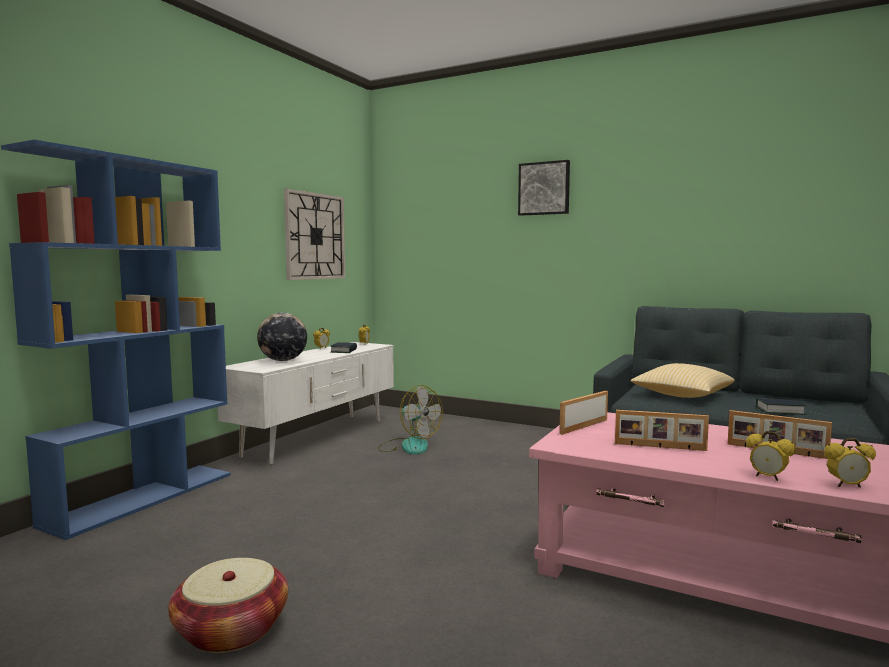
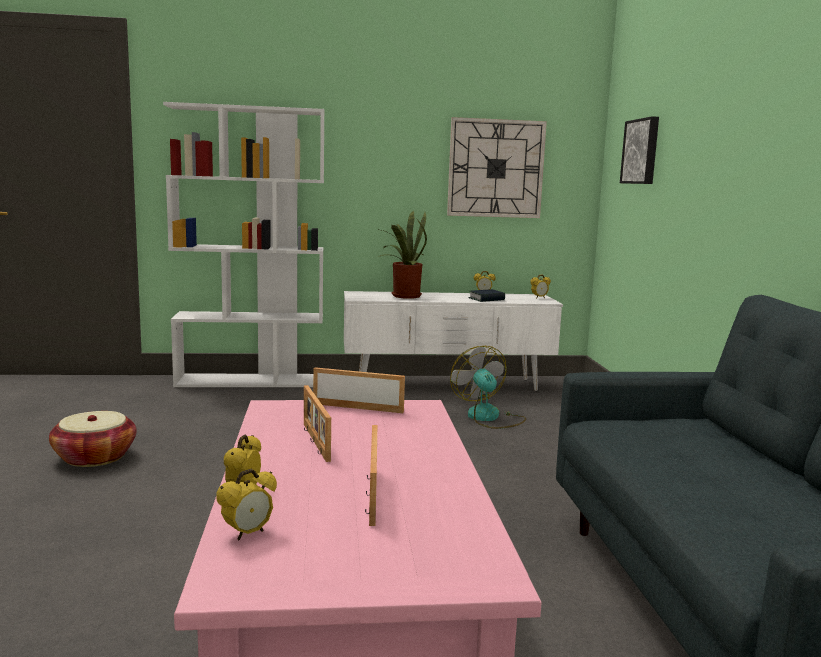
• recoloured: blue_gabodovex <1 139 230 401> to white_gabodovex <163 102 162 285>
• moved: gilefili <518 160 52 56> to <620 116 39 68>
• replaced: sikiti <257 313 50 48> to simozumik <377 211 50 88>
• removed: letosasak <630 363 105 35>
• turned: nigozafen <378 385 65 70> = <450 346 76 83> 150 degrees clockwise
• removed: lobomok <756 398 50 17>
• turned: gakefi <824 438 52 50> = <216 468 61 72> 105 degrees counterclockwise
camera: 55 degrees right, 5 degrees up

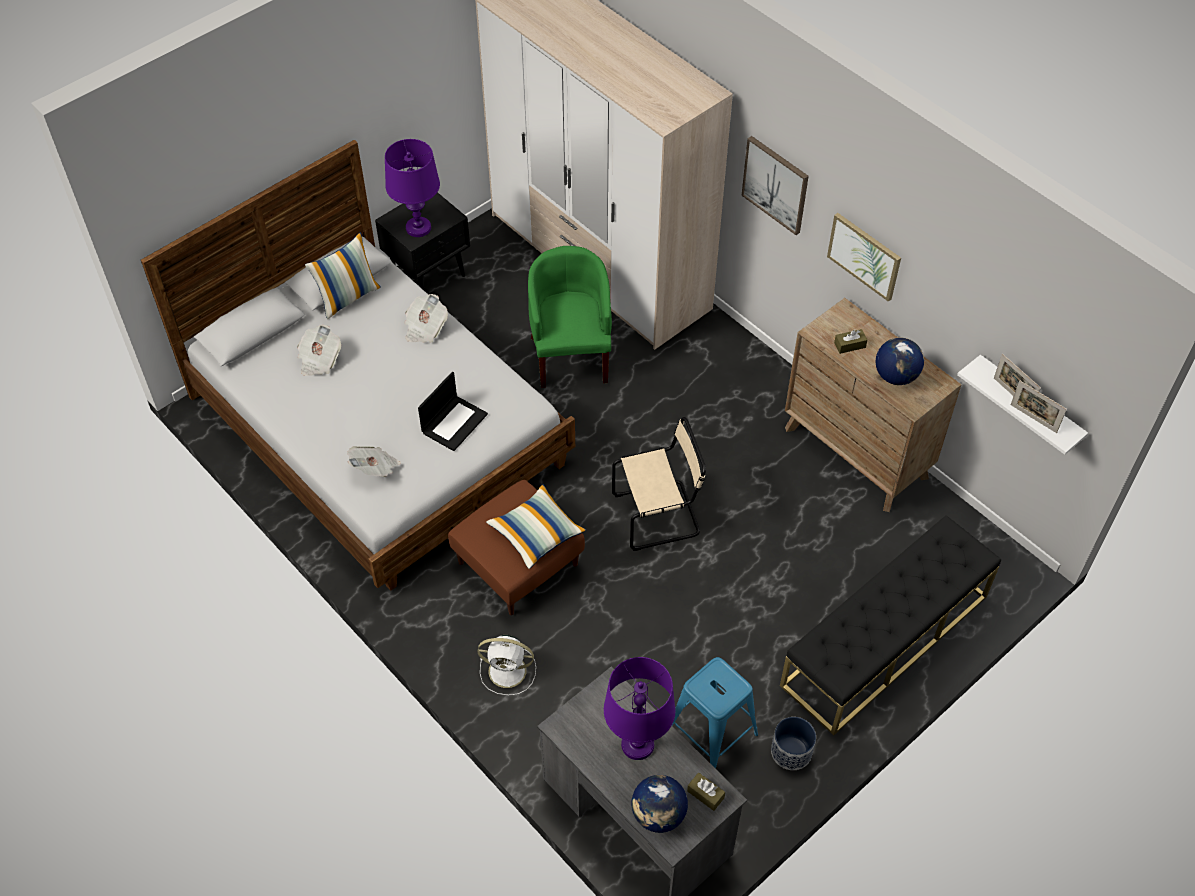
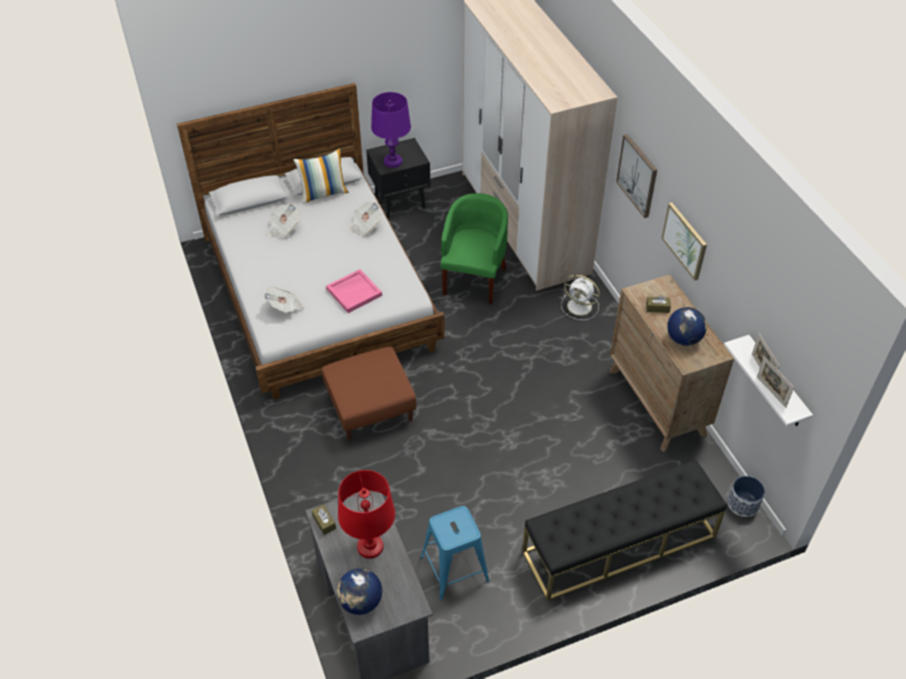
• replaced: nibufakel <418 372 70 79> to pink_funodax <326 269 56 44>
• removed: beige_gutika <612 417 94 134>
• removed: letosasak <486 485 100 84>
• moved: white_nigozafen <478 635 58 61> to <561 275 39 45>
• recoloured: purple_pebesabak <604 657 72 103> to red_pebesabak <338 470 57 89>
• moved: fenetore <771 717 45 53> to <728 476 37 41>
• moved: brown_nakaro <687 773 38 38> to <312 504 24 31>
camera: 20 degrees right, 5 degrees down

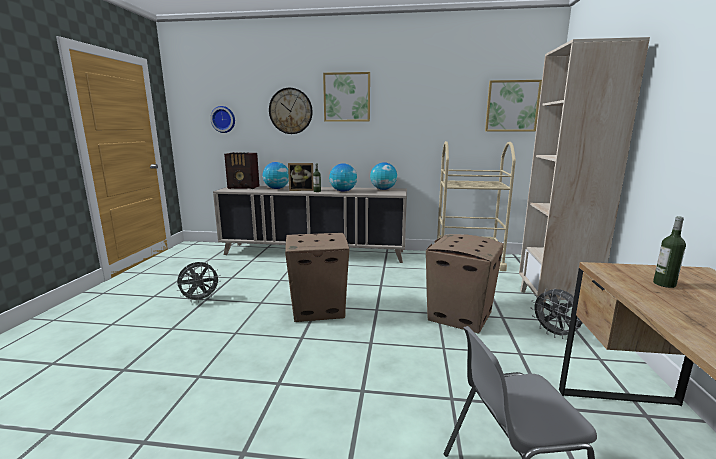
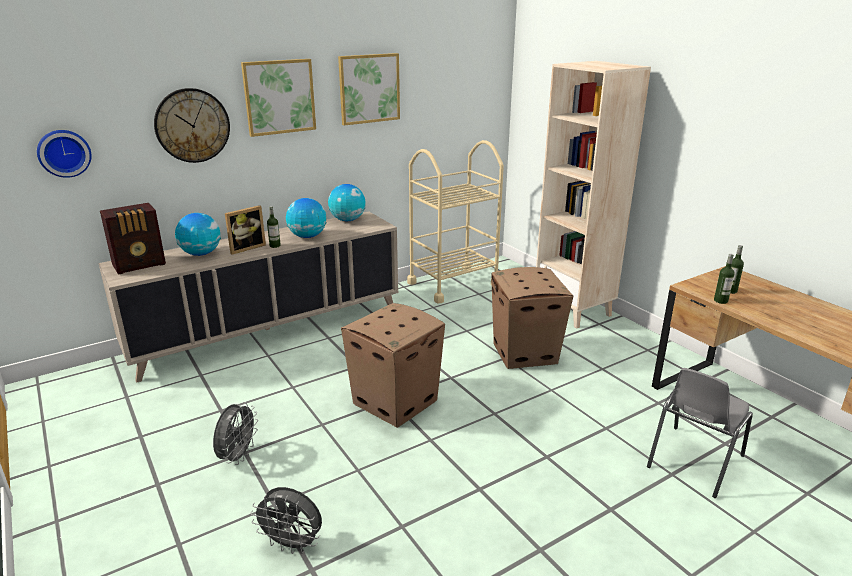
• moved: gilefili <485 80 57 51> to <338 53 62 73>
• moved: grey_nigozafen <531 288 52 51> to <250 487 72 67>
• added: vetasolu <714 254 21 50>
camera: 40 degrees left, 10 degrees up

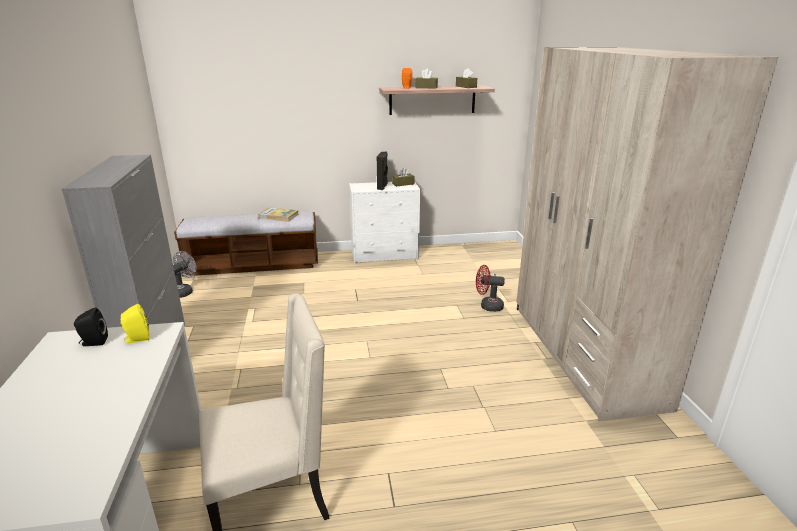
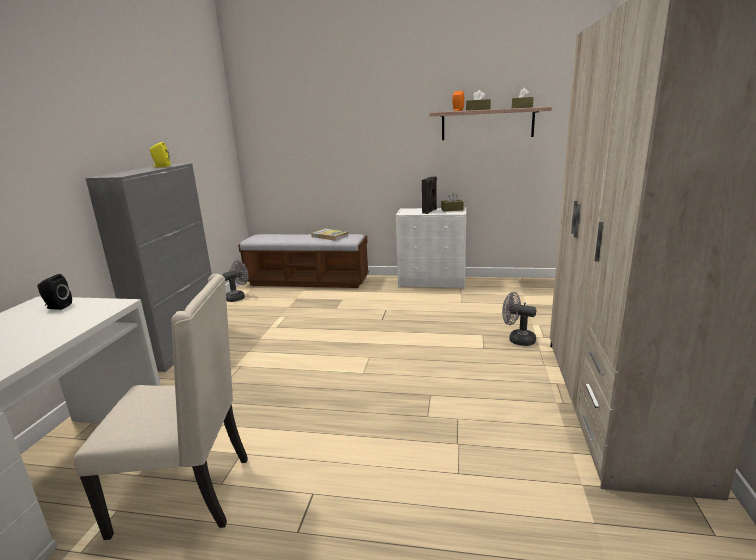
• recoloured: red_nigozafen <476 265 29 47> to grey_nigozafen <502 292 34 54>
• moved: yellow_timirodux <121 304 29 39> to <150 142 20 25>
camera: 20 degrees right, 5 degrees down

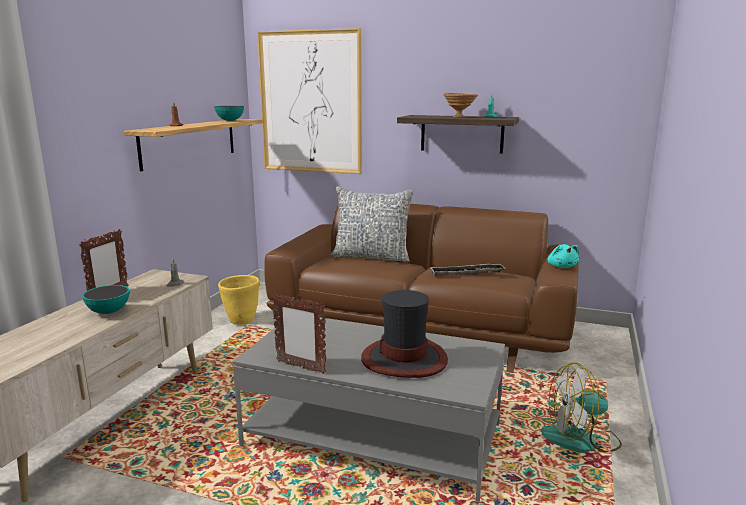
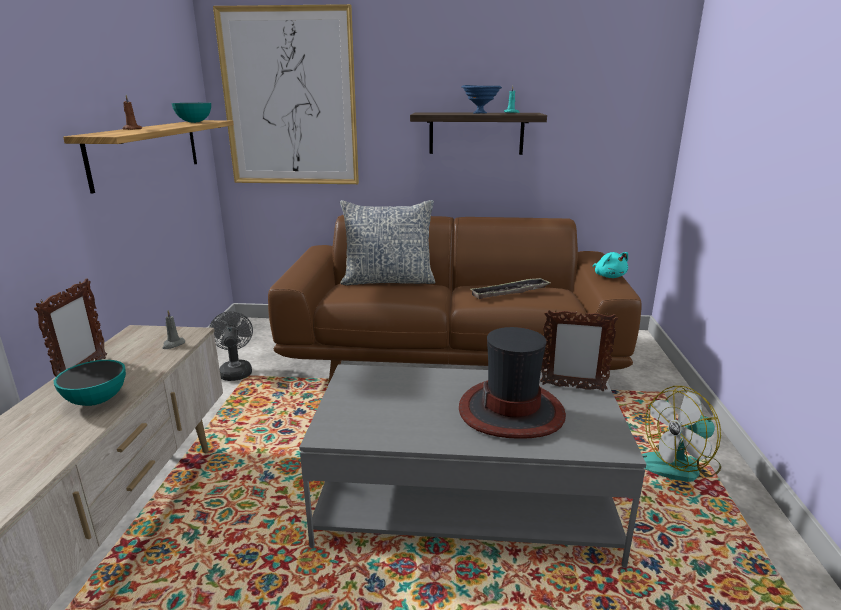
• recoloured: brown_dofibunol <443 93 35 24> to blue_dofibunol <461 85 41 28>
• replaced: yellow_fenetore <218 275 41 50> to grey_nigozafen <209 311 44 70>
• moved: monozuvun <272 294 55 80> to <540 310 78 81>
camera: 15 degrees left, 5 degrees up

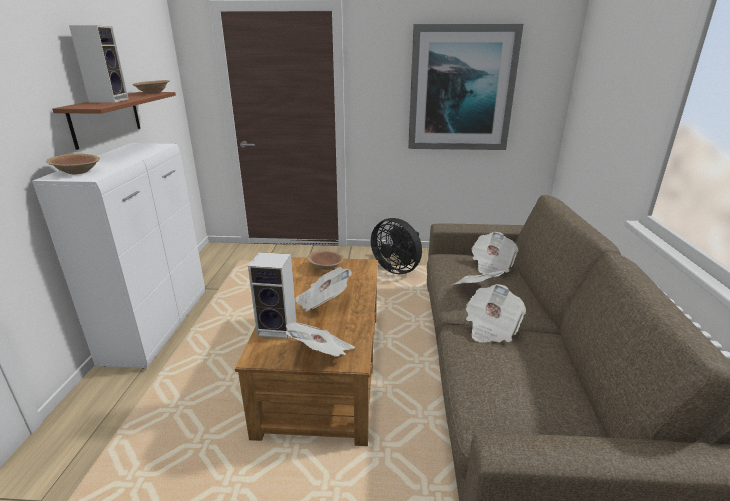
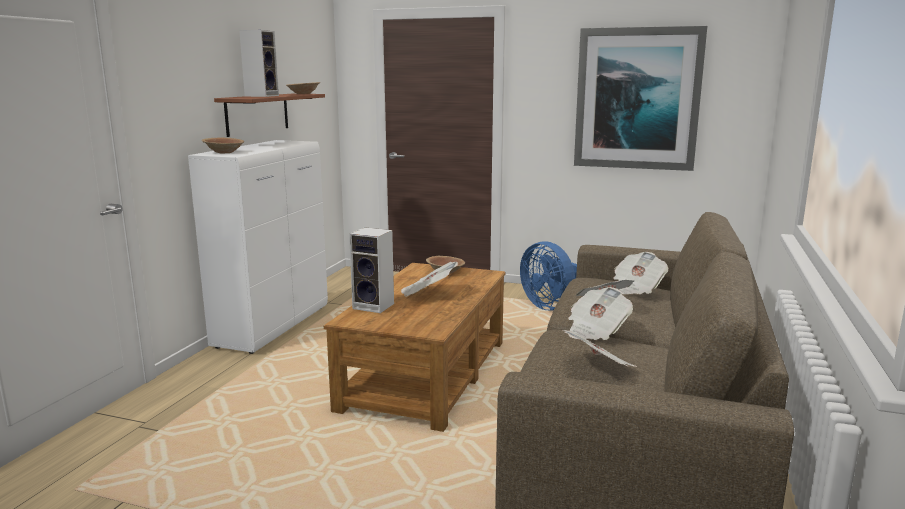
• recoloured: black_nigozafen <371 218 51 56> to blue_nigozafen <520 241 57 70>
• moved: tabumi <285 322 70 35> to <563 330 74 37>
camera: 15 degrees right, 10 degrees down

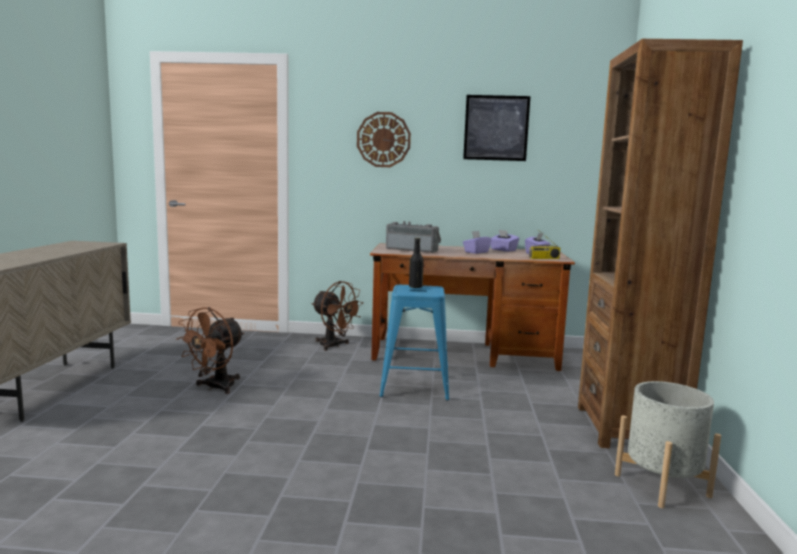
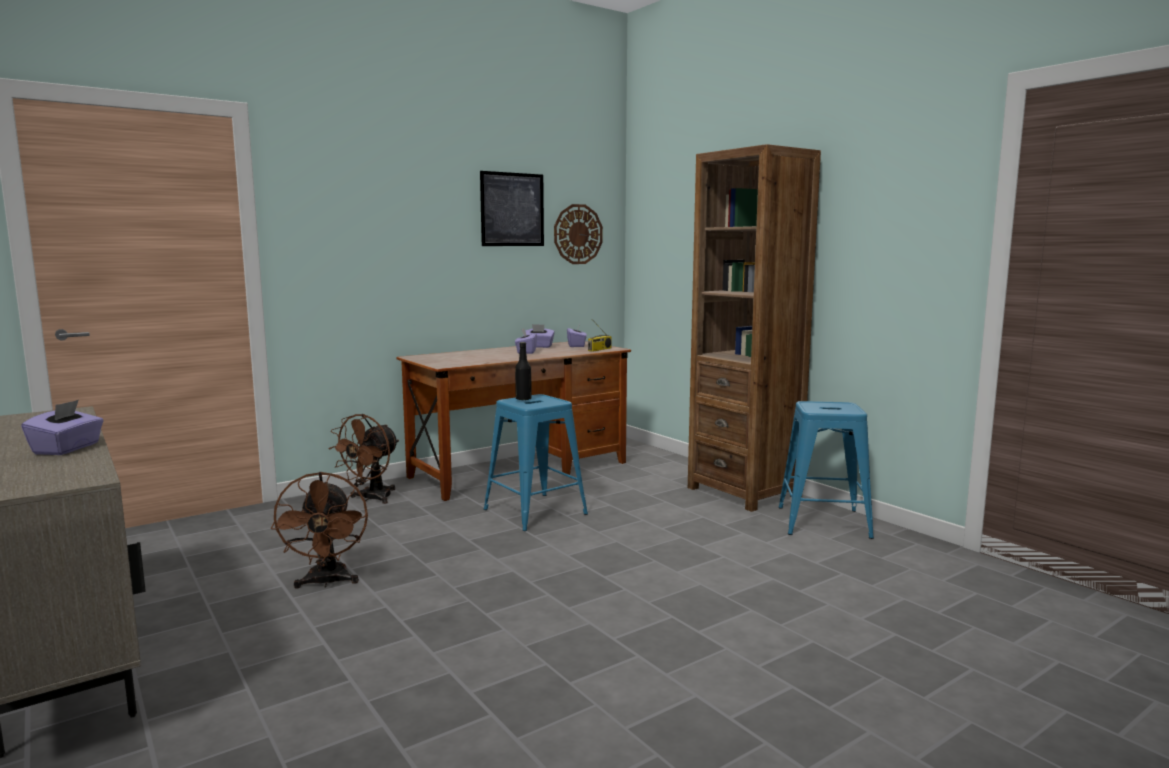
• moved: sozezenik <357 112 54 55> to <554 204 49 60>
• removed: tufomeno <386 221 55 32>
• turned: brown_nigozafen <312 281 51 70> = <328 414 71 90> 120 degrees clockwise
• replaced: grey_fenetore <615 381 106 127> to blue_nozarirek <778 401 96 138>
• added: purple_nakaro <21 400 83 55>
camera: 40 degrees left, 0 degrees up

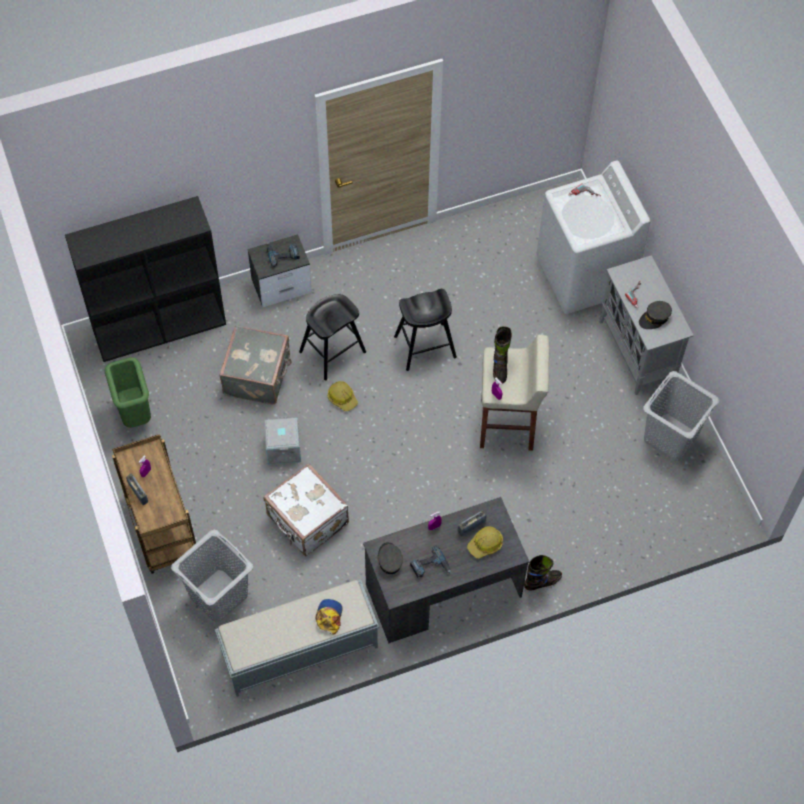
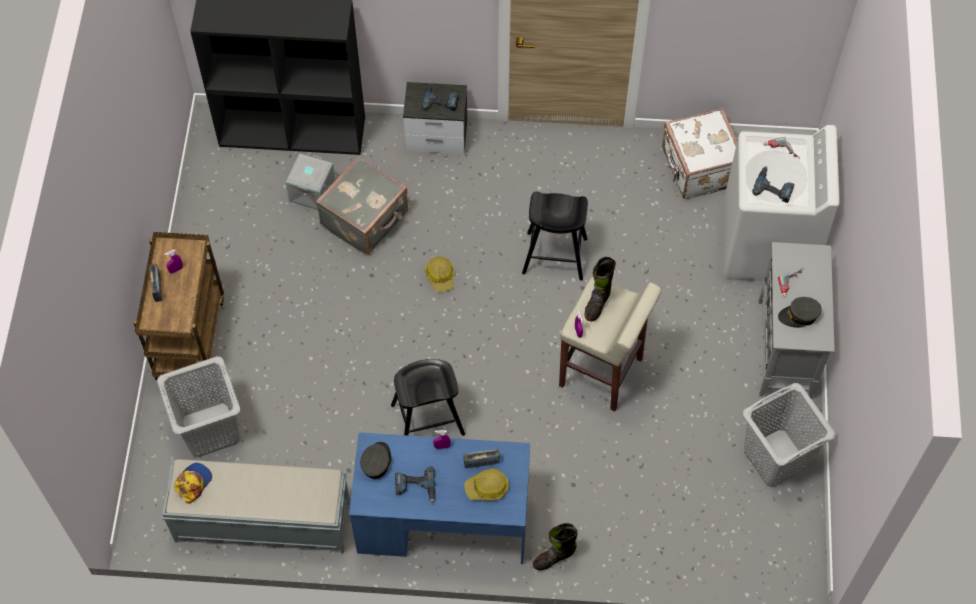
• moved: black_nozarirek <299 294 67 86> to <391 359 74 77>
• removed: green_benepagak <105 357 46 71>
• moved: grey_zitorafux <264 416 37 49> to <285 153 51 57>
• moved: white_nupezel <264 463 85 93> to <662 108 75 91>
• recoloured: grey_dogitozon <363 497 166 146> to blue_dogitozon <349 432 181 132>
• turned: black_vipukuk <524 555 38 35> = <533 523 44 47> 150 degrees clockwise
• moved: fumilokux <315 599 28 36> to <174 463 38 41>
• added: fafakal <752 166 43 37>
camera: 25 degrees right, 0 degrees up

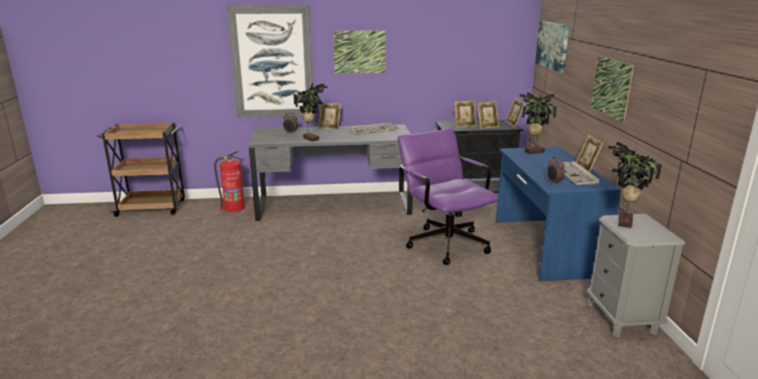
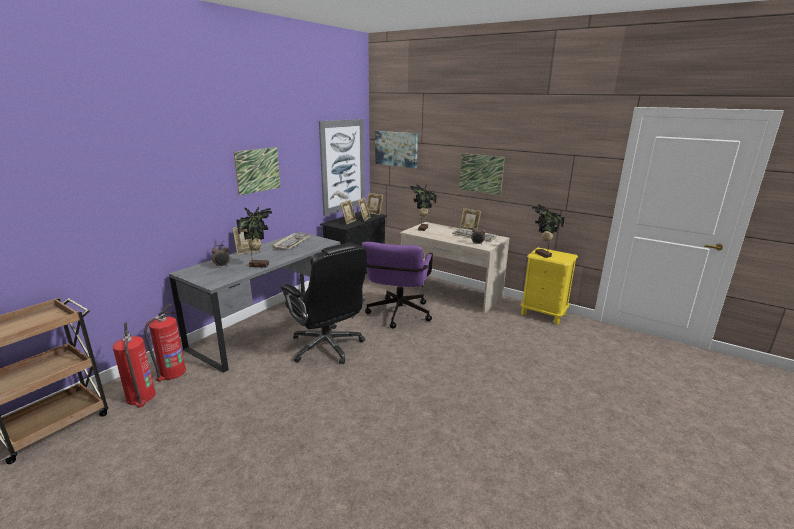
• moved: gilefili <227 5 86 113> to <319 119 46 97>
• turned: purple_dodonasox <398 128 102 137> = <362 242 71 86> 90 degrees counterclockwise
• recoloured: blue_dogitozon <496 147 126 134> to beige_dogitozon <400 222 109 92>
• recoloured: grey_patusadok <587 214 98 124> to yellow_patusadok <520 247 58 78>
• added: black_dodonasox <281 243 86 121>
• added: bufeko <113 322 43 86>
camera: 50 degrees left, 0 degrees up

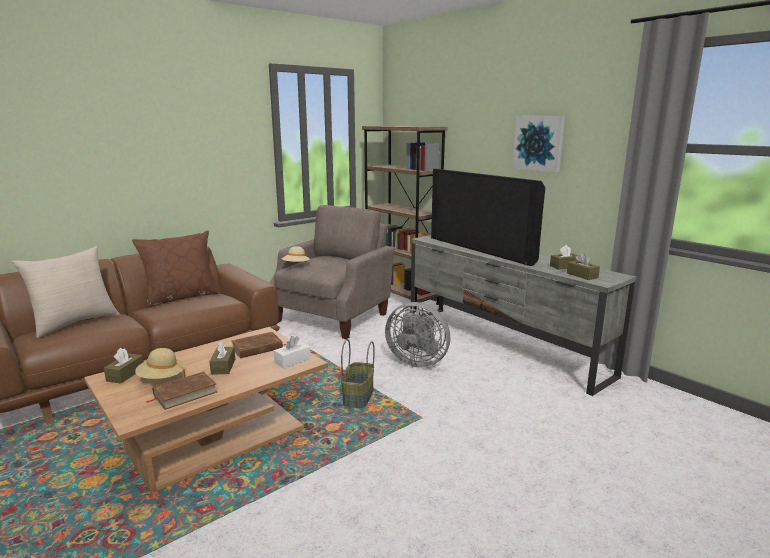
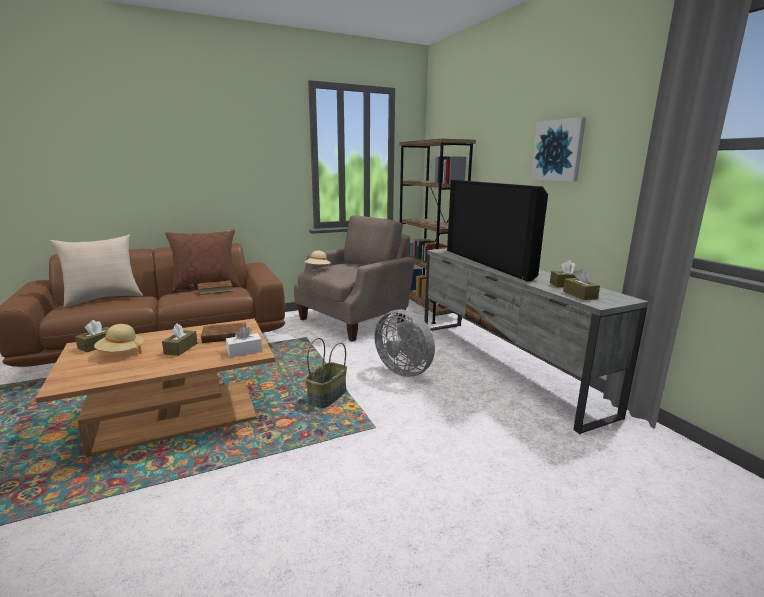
• moved: brown_lobomok <146 372 71 38> to <192 281 41 14>
camera: 15 degrees right, 0 degrees up

